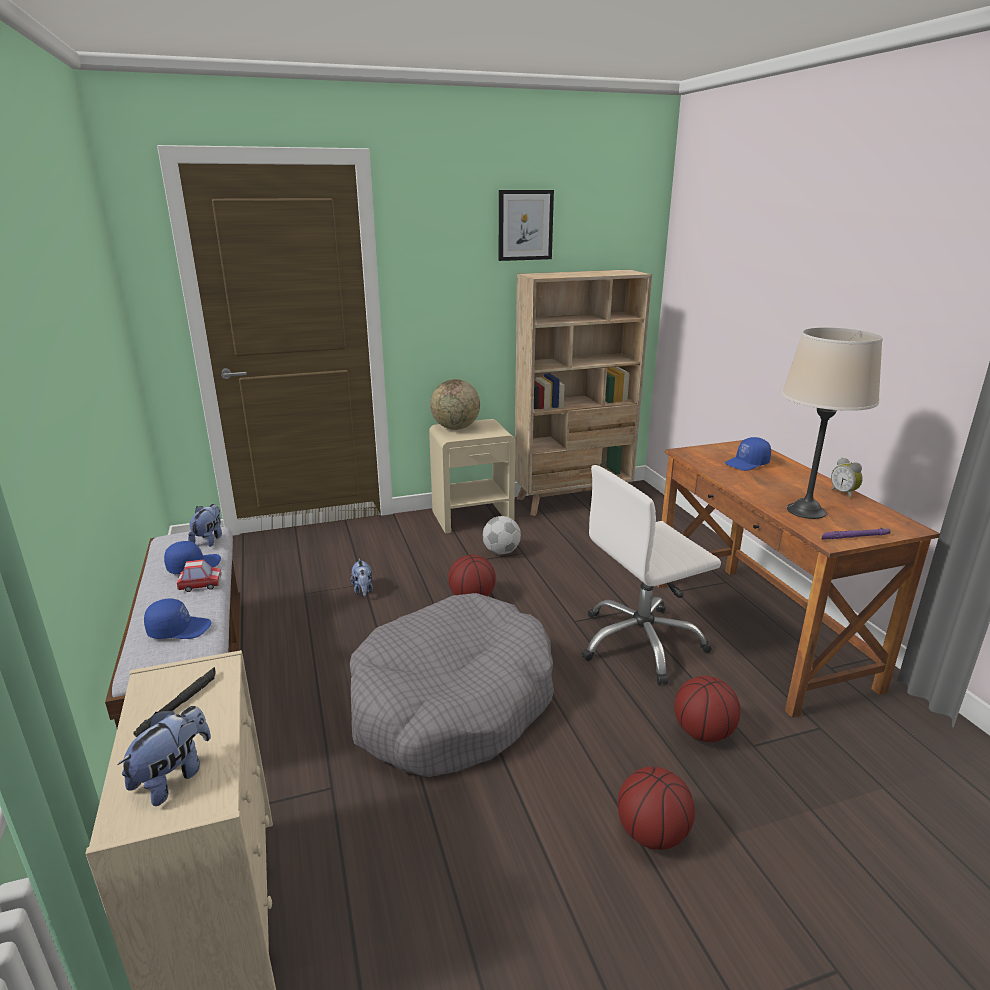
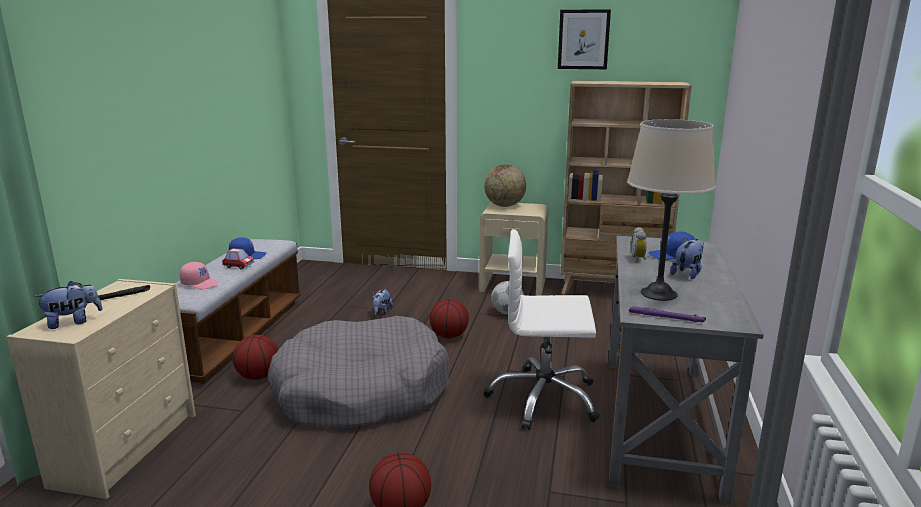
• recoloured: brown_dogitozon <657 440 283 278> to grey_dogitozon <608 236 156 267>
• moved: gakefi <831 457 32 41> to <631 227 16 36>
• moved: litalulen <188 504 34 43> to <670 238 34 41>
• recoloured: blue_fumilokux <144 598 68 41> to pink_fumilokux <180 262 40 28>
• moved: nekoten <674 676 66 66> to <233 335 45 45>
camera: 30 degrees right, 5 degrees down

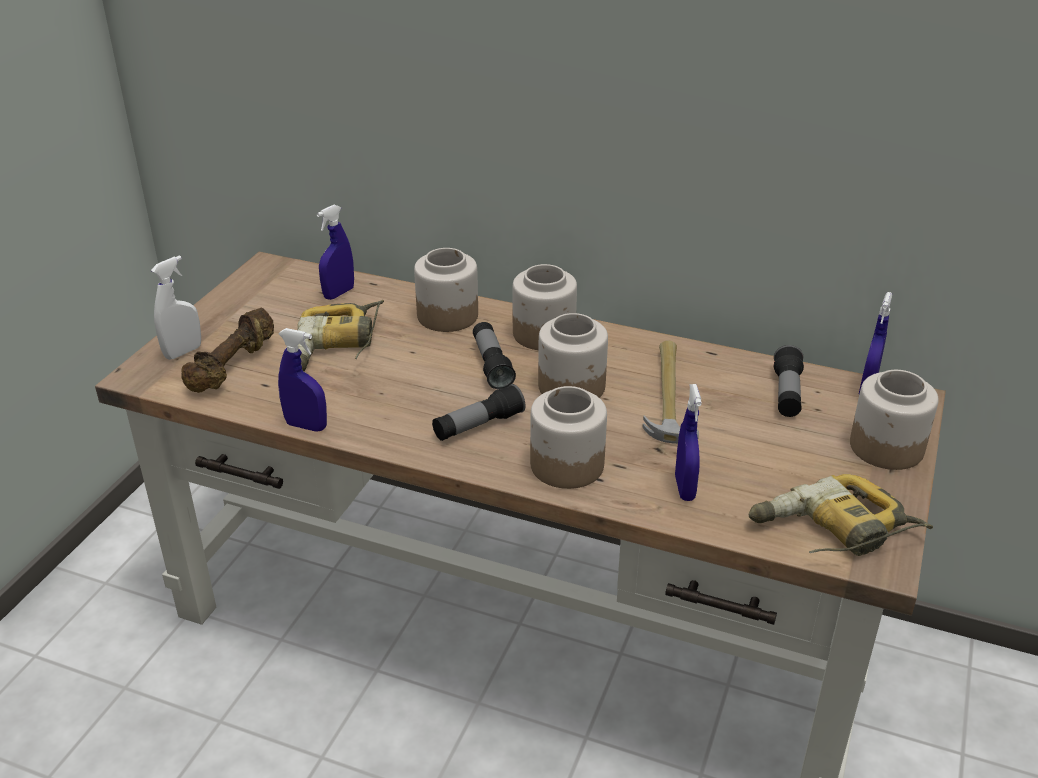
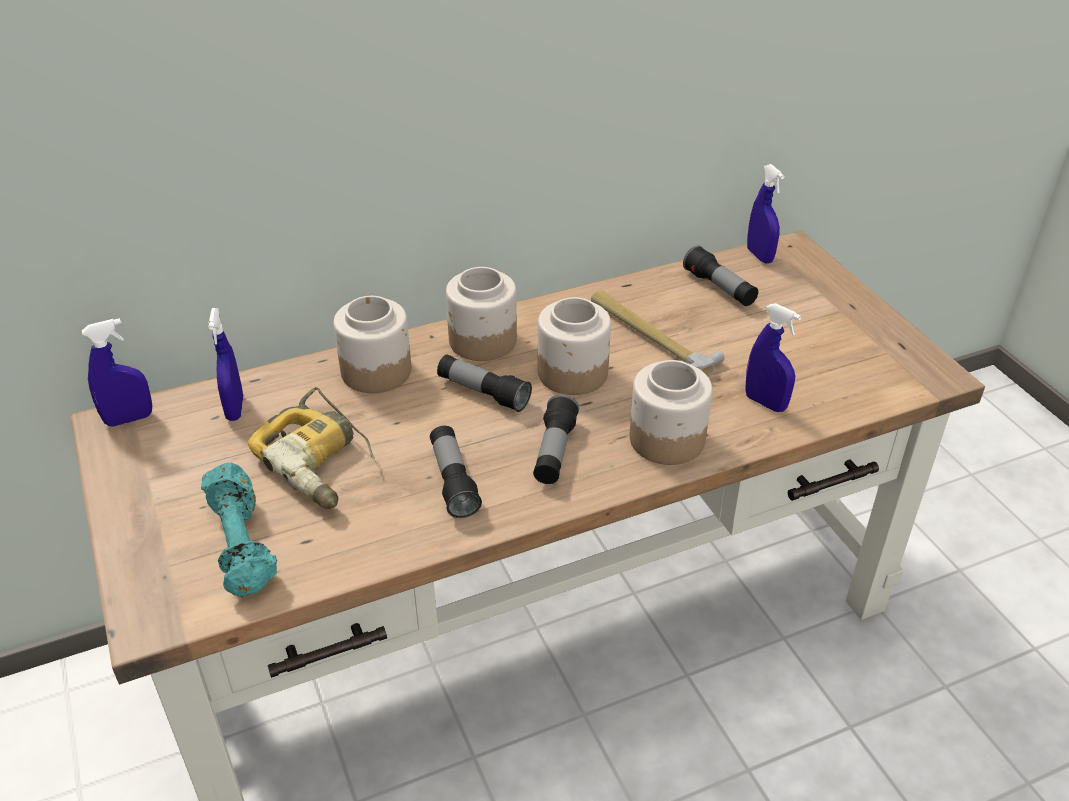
• removed: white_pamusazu <151 255 50 105>
• recoloured: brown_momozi <181 308 93 85> to turquoise_momozi <201 462 76 135>
• moved: blue_pamusazu <278 328 49 103> to <82 318 70 109>
• removed: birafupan <850 370 89 100>
• removed: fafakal <749 474 184 82>
• added: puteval <430 426 52 92>
camera: 45 degrees left, 5 degrees up

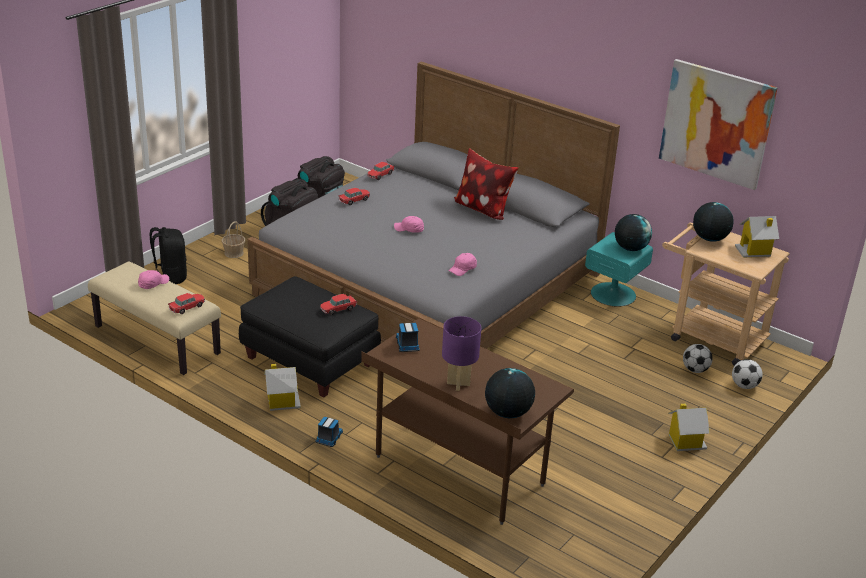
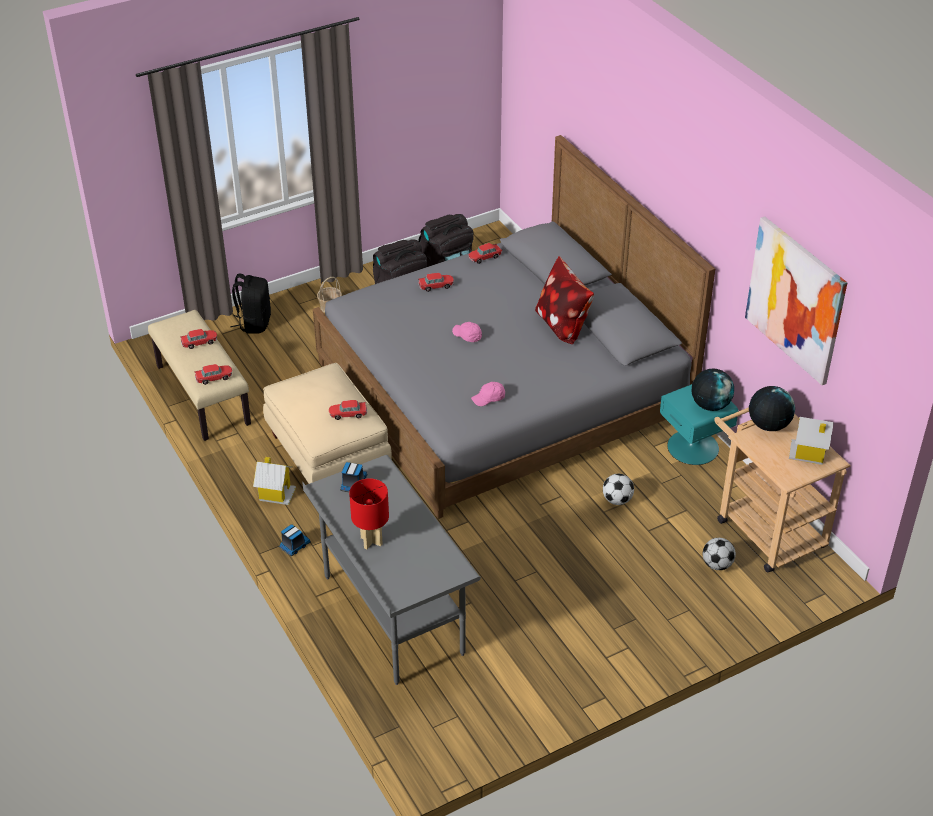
• replaced: pink_fumilokux <138 270 31 19> to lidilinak <180 329 37 20>
• recoloured: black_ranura <239 276 142 122> to beige_ranura <263 363 129 121>
• recoloured: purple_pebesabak <442 316 39 75> to red_pebesabak <349 478 40 71>
• recoloured: brown_dogitozon <361 319 213 206> to grey_dogitozon <302 455 179 230>
• moved: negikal <732 359 31 30> to <603 474 31 31>
• removed: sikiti <485 368 50 50>
• removed: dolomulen <668 404 42 47>
camera: 25 degrees right, 10 degrees up

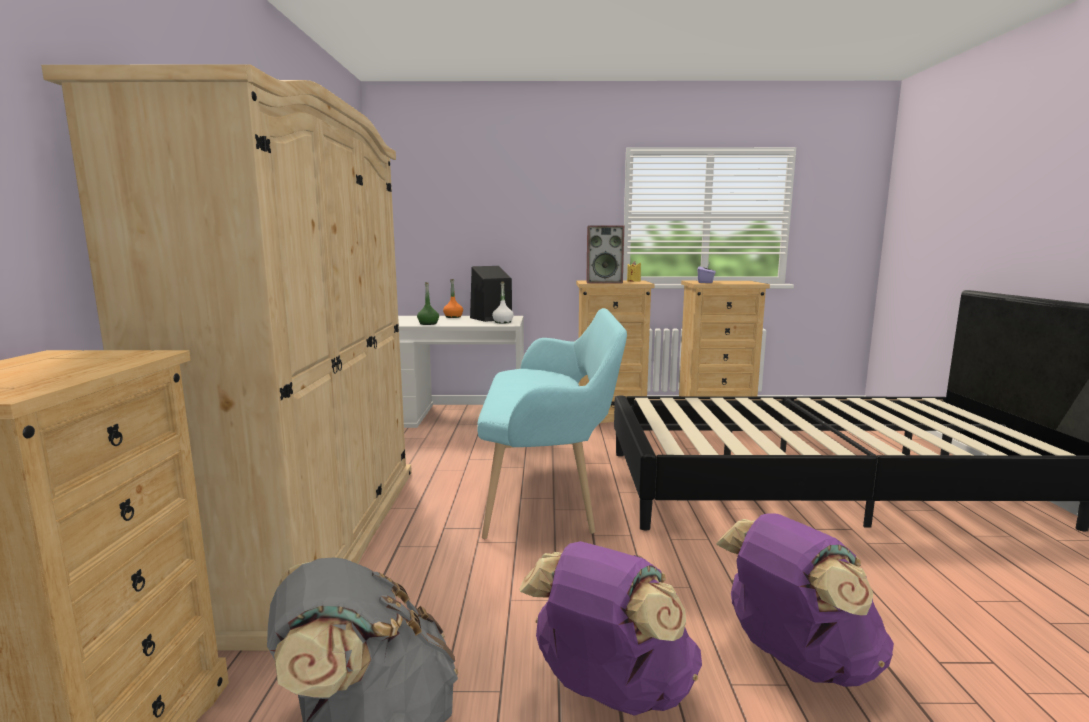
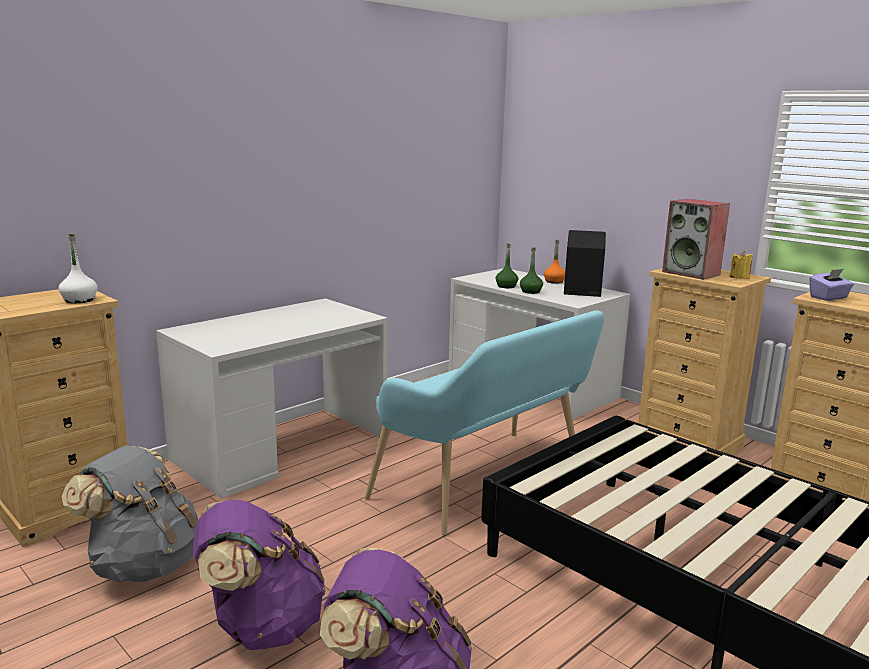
• replaced: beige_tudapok <41 64 371 587> to white_dogitozon <156 298 232 201>
• moved: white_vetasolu <492 282 22 42> to <59 234 39 69>
• added: green_vetasolu <520 247 23 47>
camera: 45 degrees right, 5 degrees up

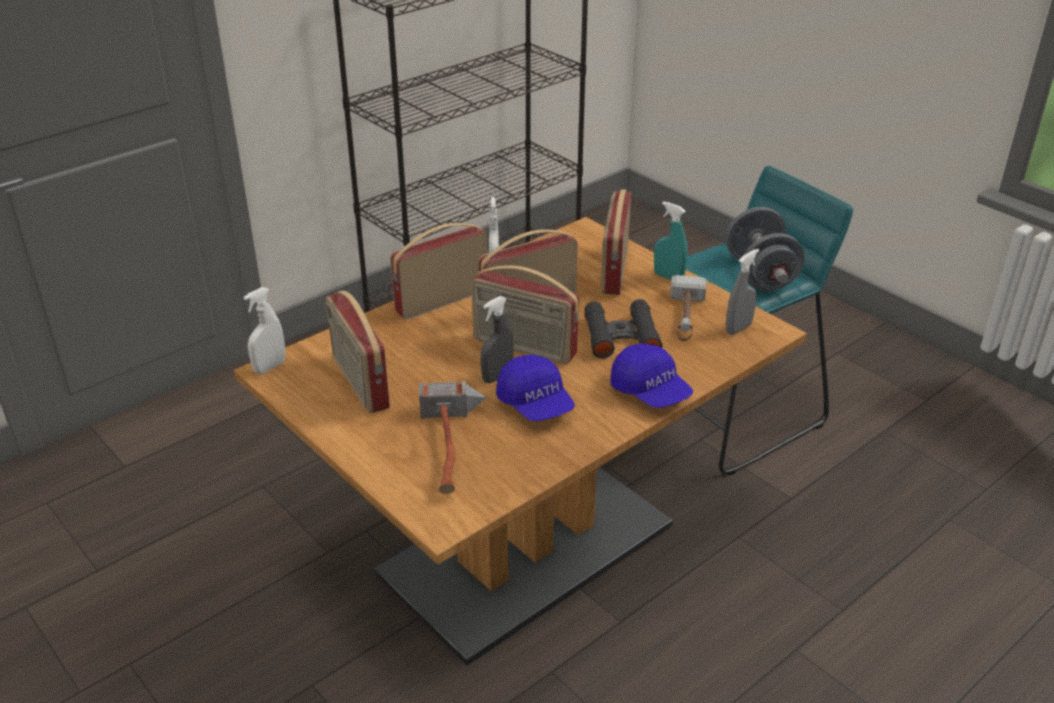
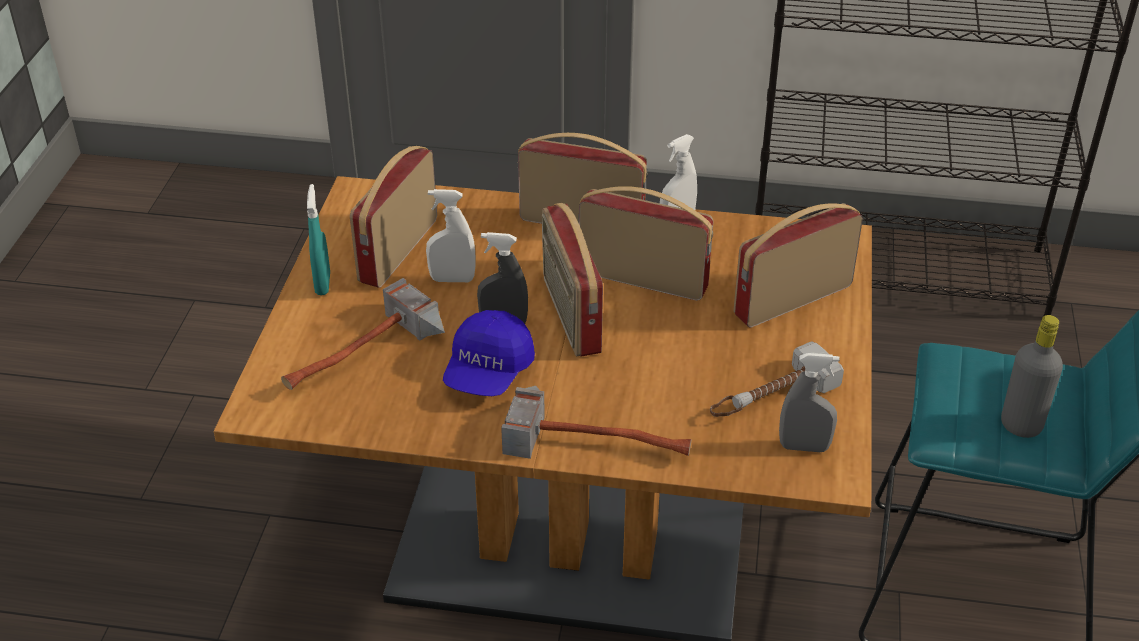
• moved: turquoise_pamusazu <654 201 33 79> to <307 184 23 111>
• replaced: grey_momozi <726 207 79 84> to grey_vetasolu <1001 315 62 123>
• moved: white_pamusazu <243 287 42 87> to <426 189 50 93>
• removed: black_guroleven <585 299 77 59>
• replaced: blue_fumilokux <610 343 83 65> to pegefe <501 386 190 73>
camera: 50 degrees right, 5 degrees up

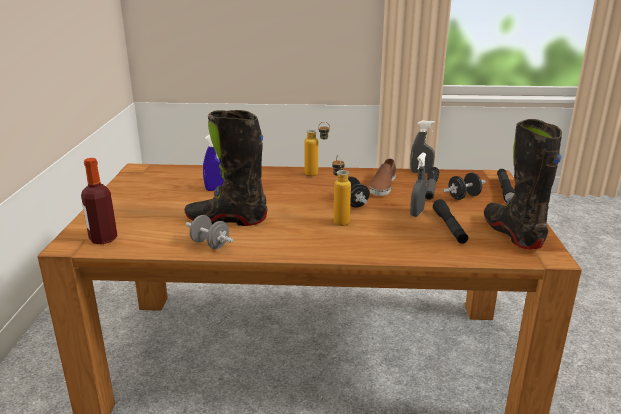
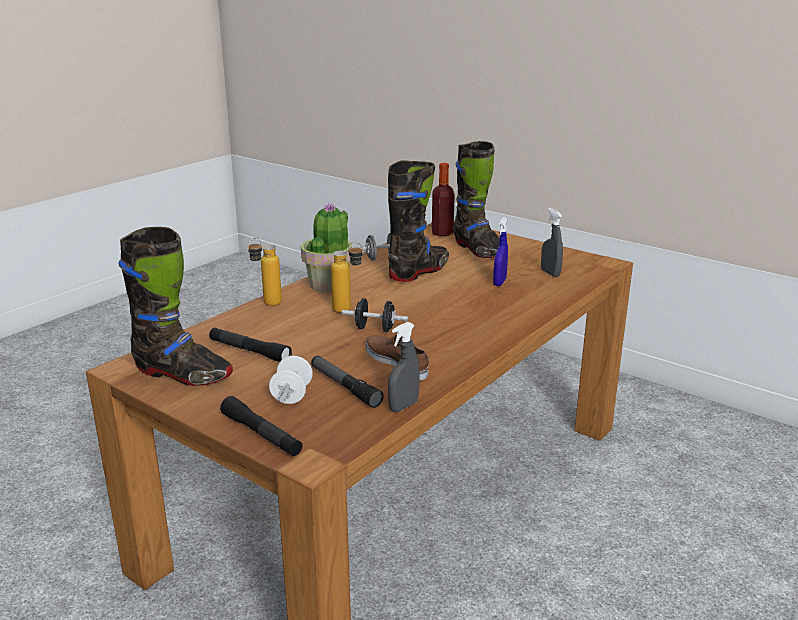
• moved: vetasolu <304 122 26 54> to <248 238 34 68>
• moved: grey_pamusazu <410 153 16 64> to <541 208 22 69>
• recoloured: black_momozi <443 172 43 28> to white_momozi <269 356 44 48>
• added: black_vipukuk <453 141 46 117>
• added: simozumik <301 203 51 89>
camera: 125 degrees right, 0 degrees up

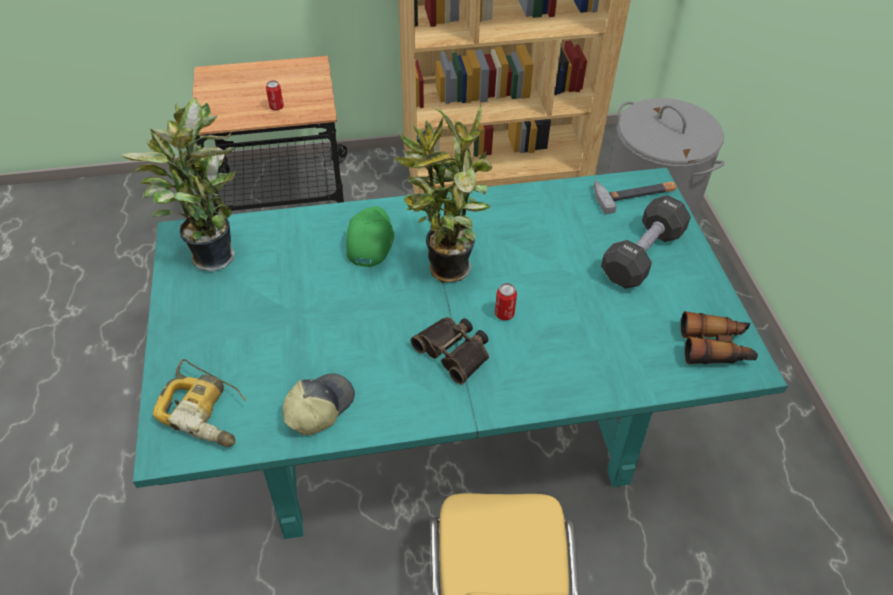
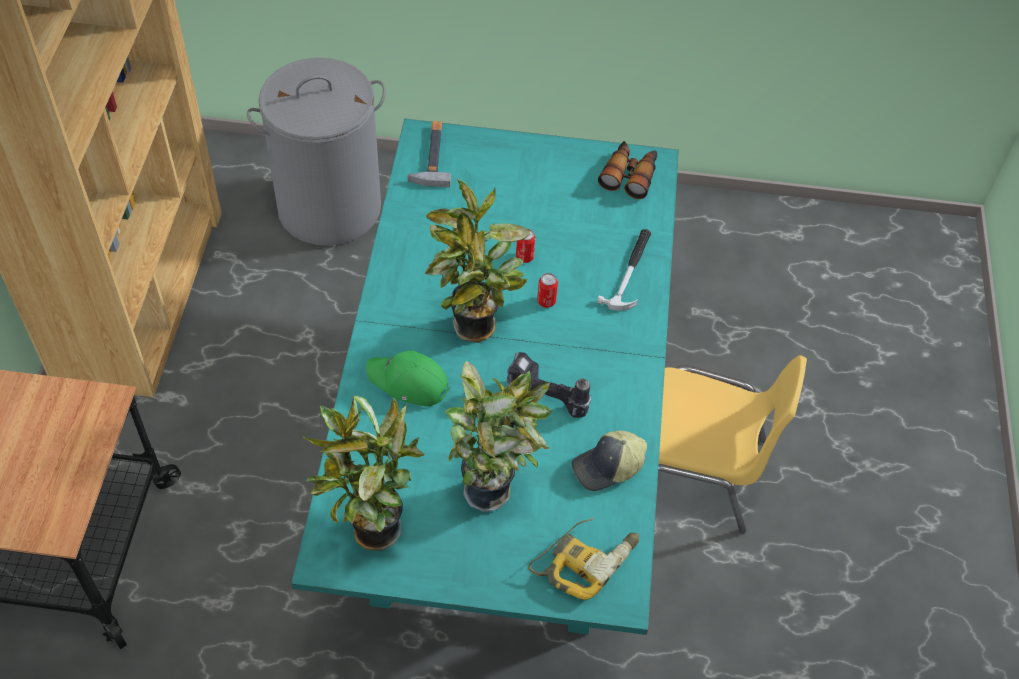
• moved: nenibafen <266 81 18 29> to <516 228 19 35>
• removed: black_momozi <601 195 90 94>
• removed: guroleven <411 317 78 68>
• turned: fumilokux <283 373 72 62> = <572 430 75 61> 75 degrees counterclockwise
• added: pegefe <597 229 54 82>
• added: fafakal <506 352 85 66>
• added: simozumik <445 361 107 151>
camera: 75 degrees left, 5 degrees up

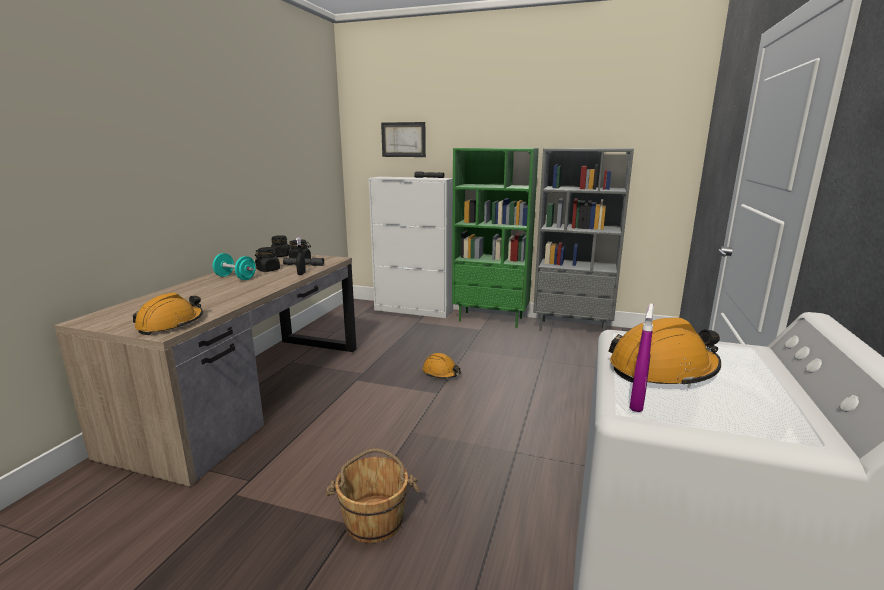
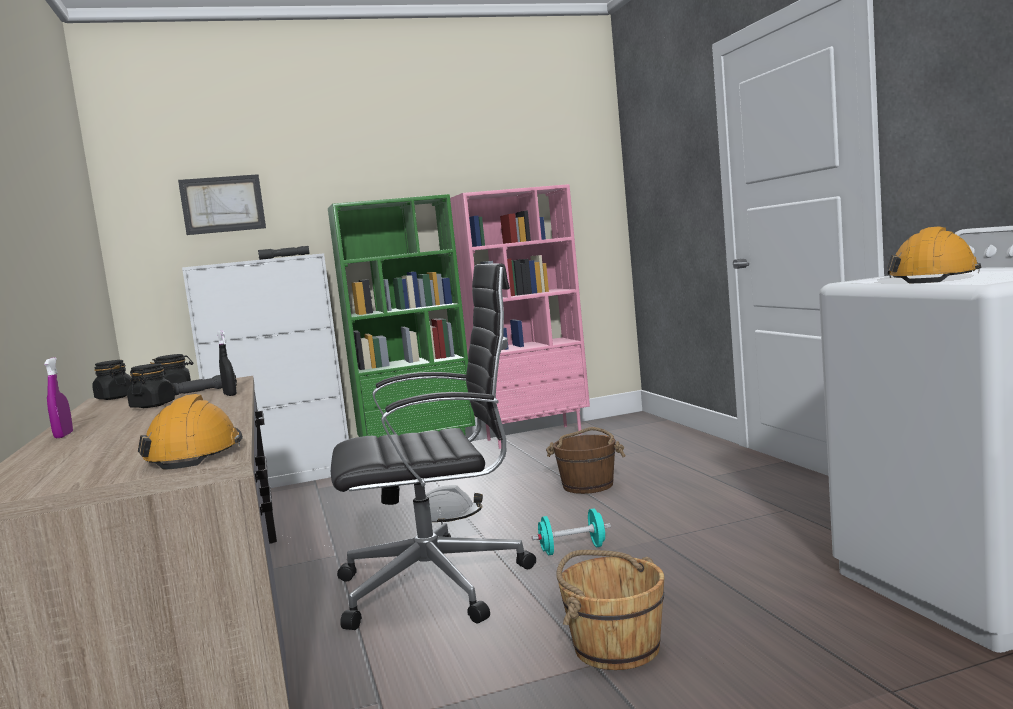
• recoloured: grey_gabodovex <533 148 101 183> to pink_gabodovex <450 184 140 265>
• moved: turquoise_momozi <213 253 43 27> to <532 509 79 47>
• moved: purple_pamusazu <630 304 24 108> to <44 357 29 82>
• recoloured: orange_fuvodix <423 353 38 26> to white_fuvodix <426 485 57 40>
• added: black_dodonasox <331 263 205 367>
• added: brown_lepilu <546 427 80 67>
camera: 35 degrees left, 10 degrees down

